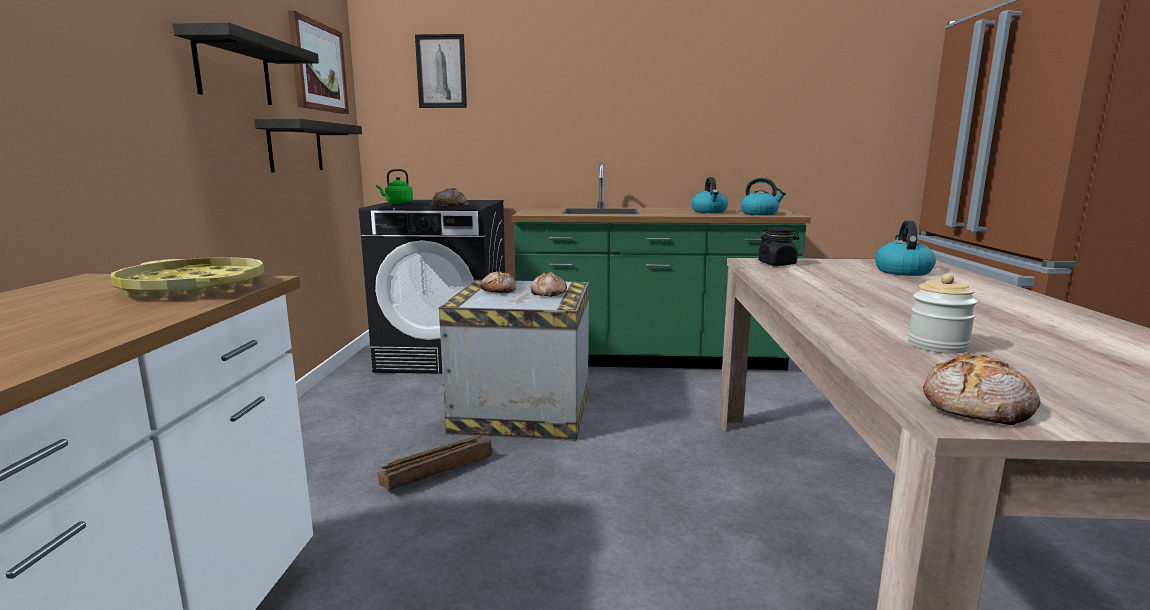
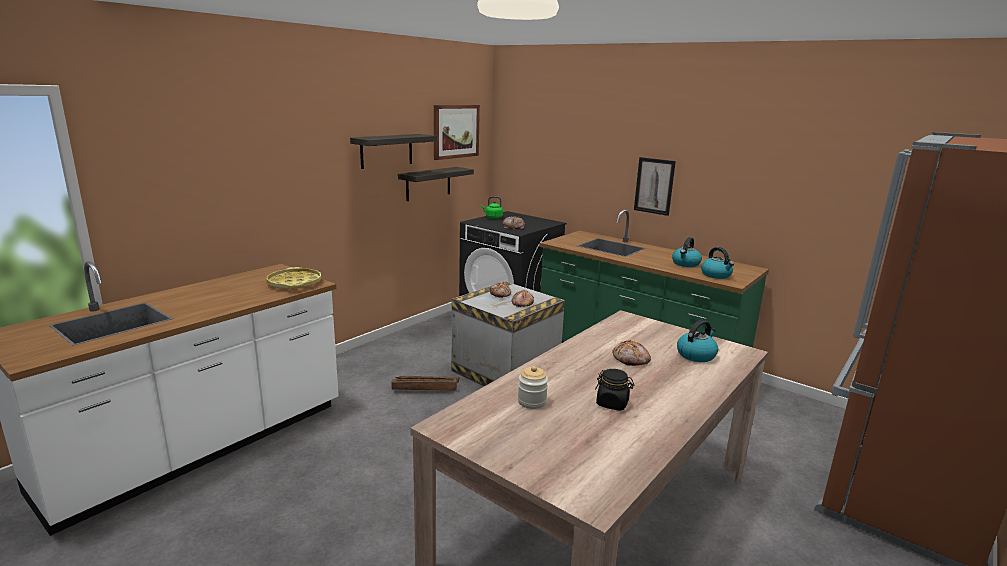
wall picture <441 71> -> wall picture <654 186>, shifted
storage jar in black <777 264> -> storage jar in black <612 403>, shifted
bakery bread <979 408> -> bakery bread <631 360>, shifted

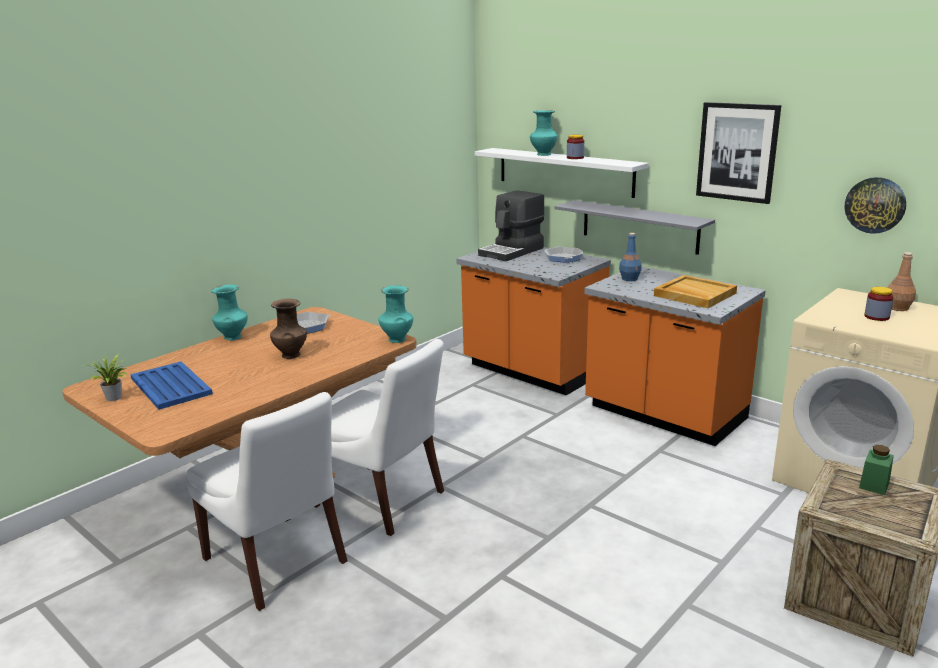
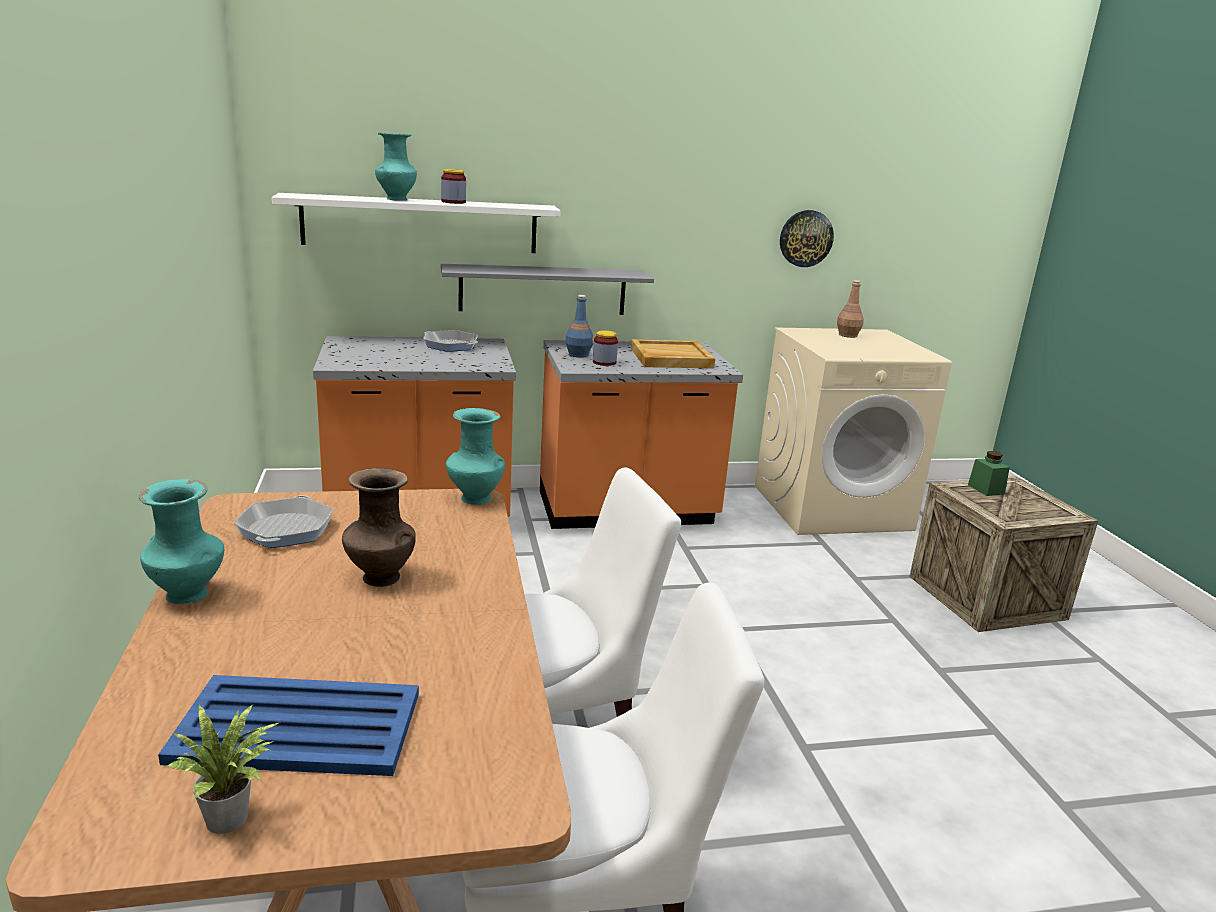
wall picture <737 152> -> none
coffee machine <512 251> -> none
storage jar <876 317> -> storage jar <604 362>, shifted

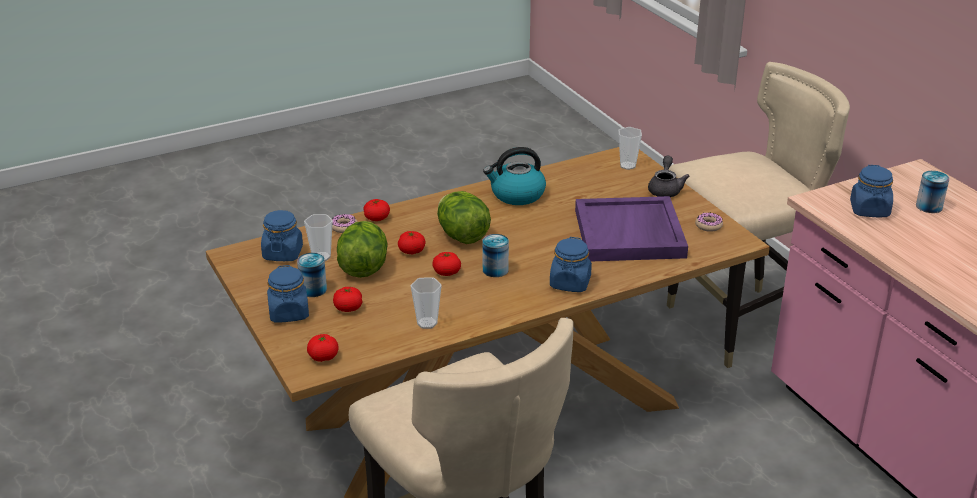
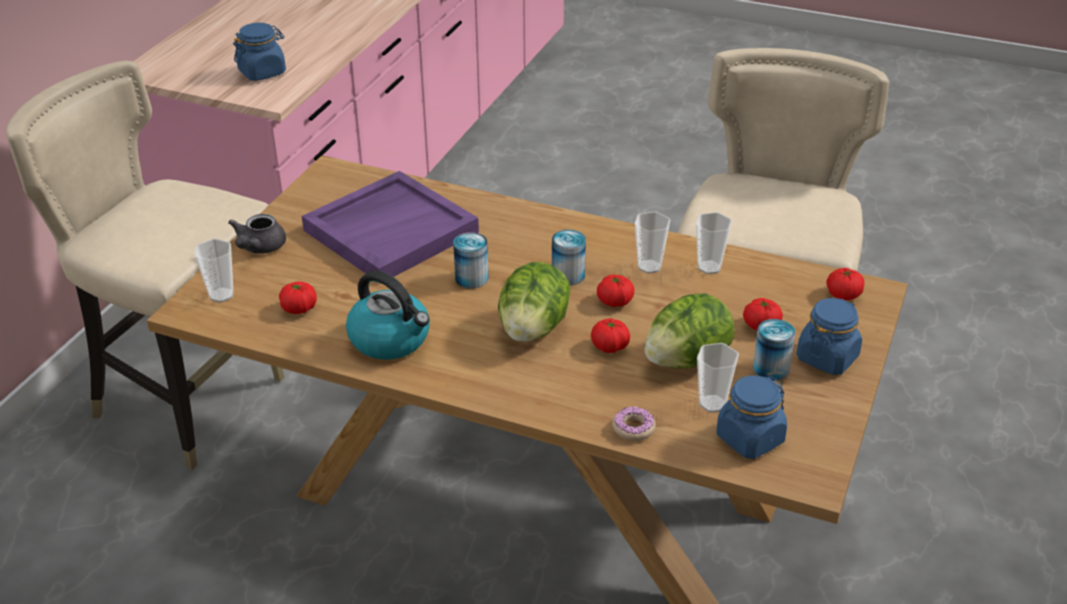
pot for tea in gray <665 189> -> pot for tea in gray <259 248>, 45 degrees counterclockwise
sealed can <929 206> -> sealed can <471 278>, shifted
whole tomato <377 218> -> whole tomato <299 308>, shifted
donut <708 225> -> none
storage jar in blue <570 283> -> none
none -> drinking cup <649 267>

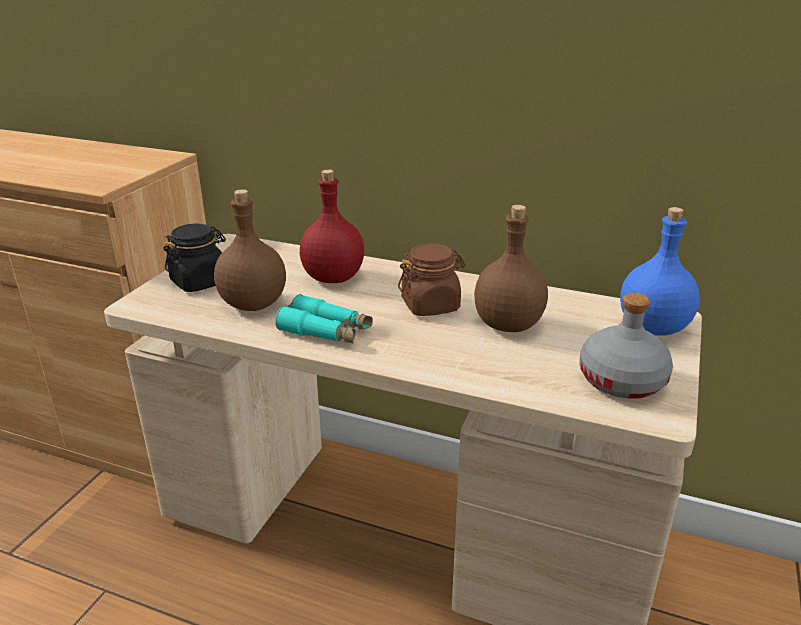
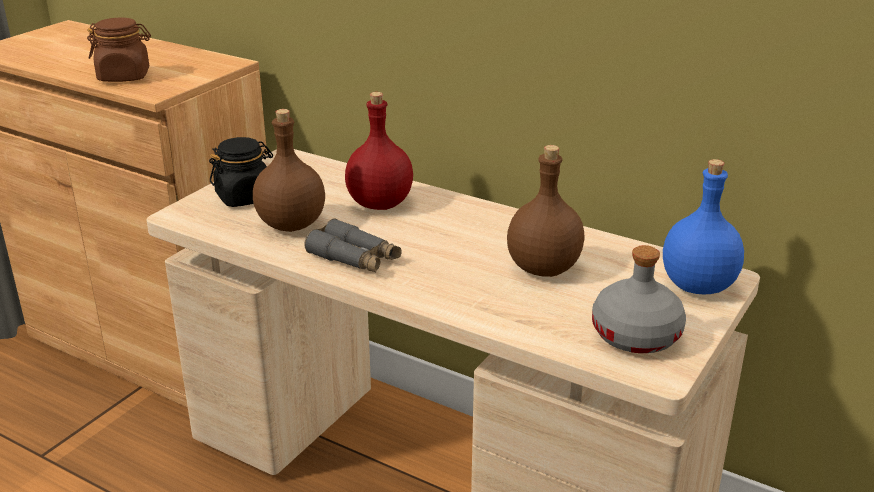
storage jar in brownish <431 305> -> storage jar in brownish <124 76>, shifted
binoculars in turquoise <325 331> -> binoculars in gray <354 258>

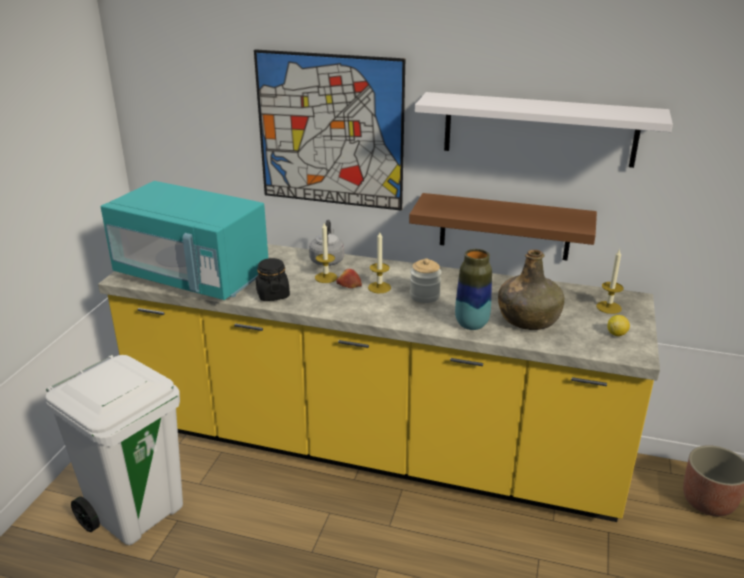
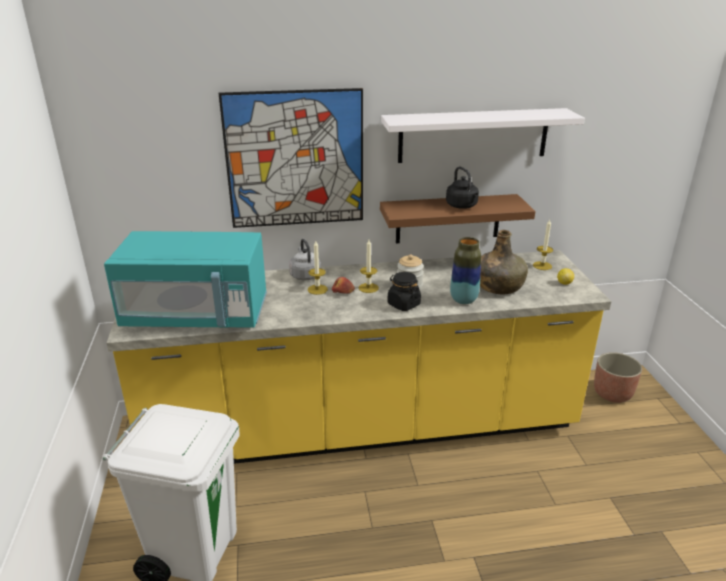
storage jar in black <273 294> -> storage jar in black <403 304>, shifted
none -> kettle in black <462 206>

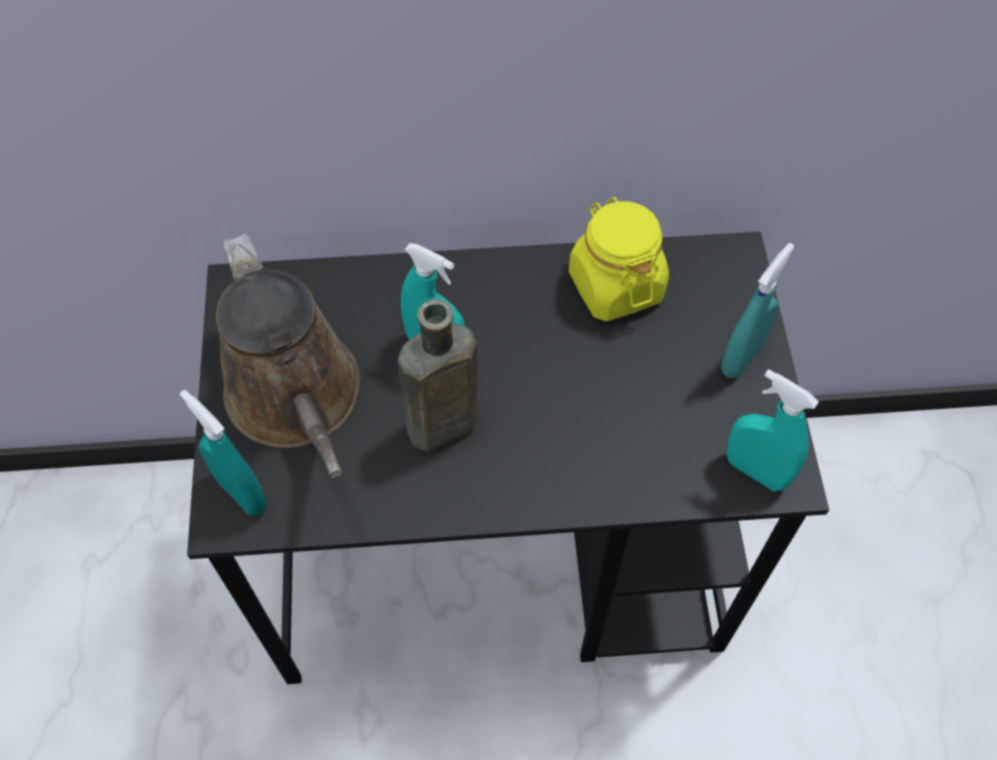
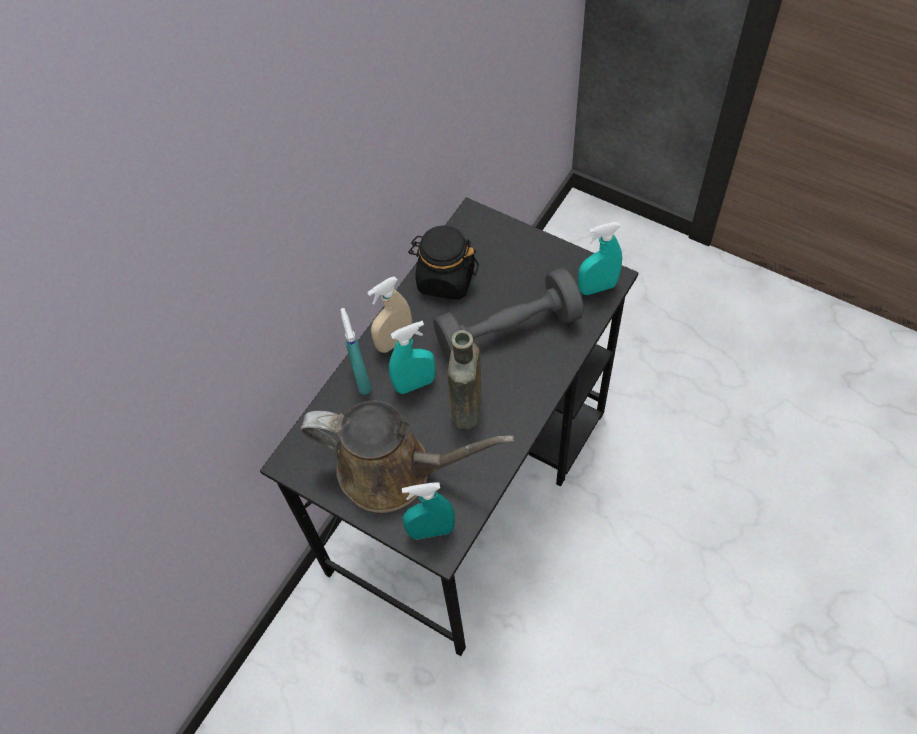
storage jar in yellowish <615 285> -> storage jar in black <445 279>
spray bottle in turquoise <741 357> -> spray bottle in turquoise <361 379>, shifted
none -> free weight in gray <508 332>
none -> spray bottle in beige-coloured <394 341>

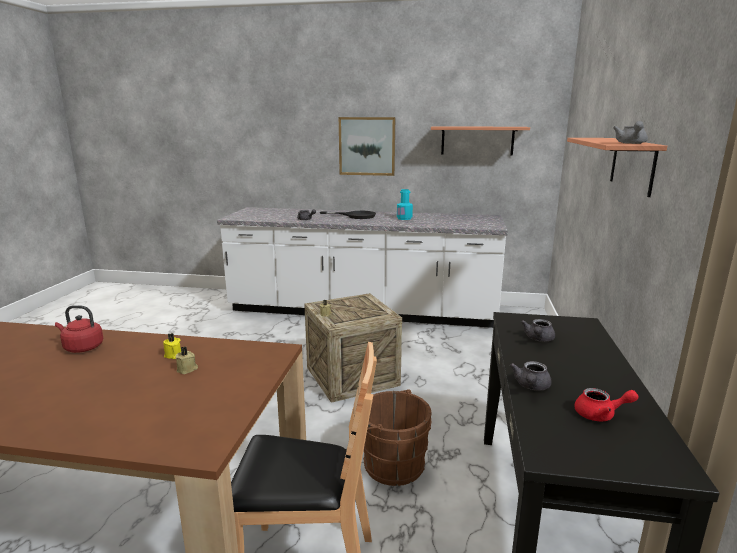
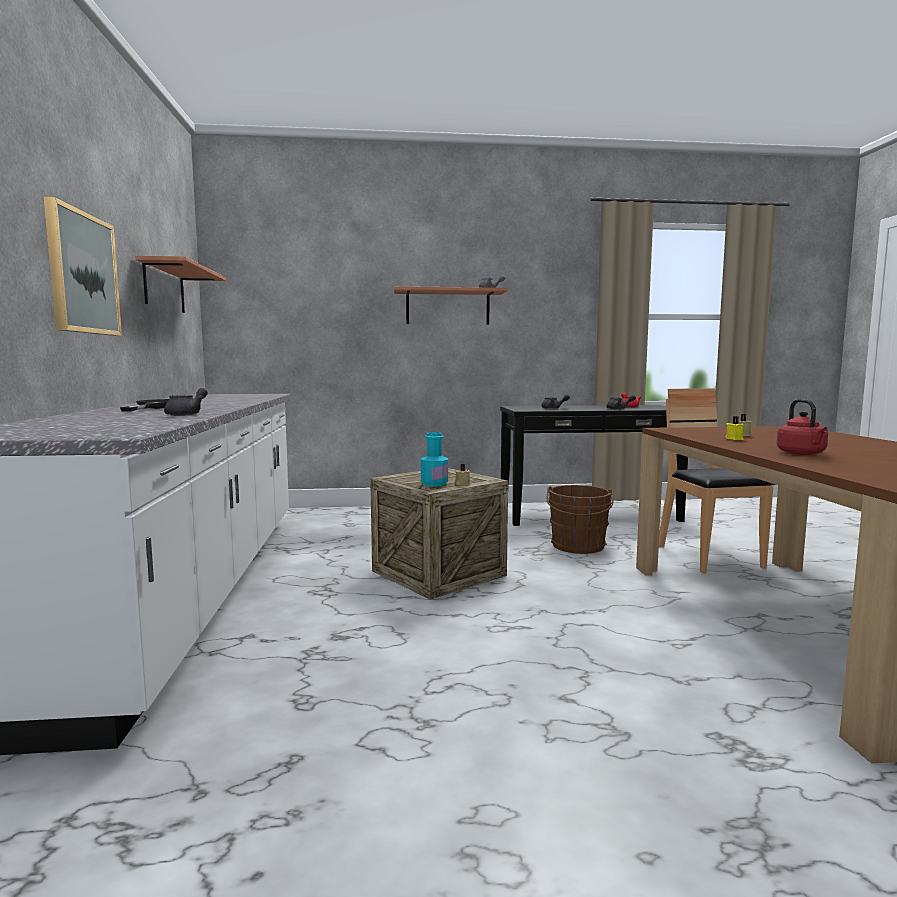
beverage bottle in turquoise <404 218> -> beverage bottle in turquoise <434 484>, shifted

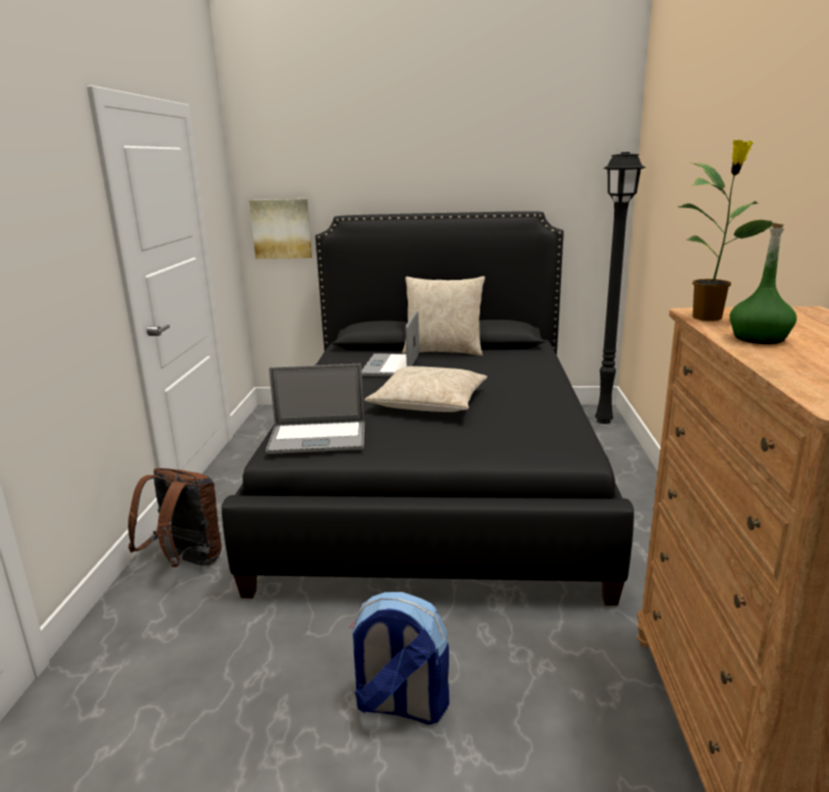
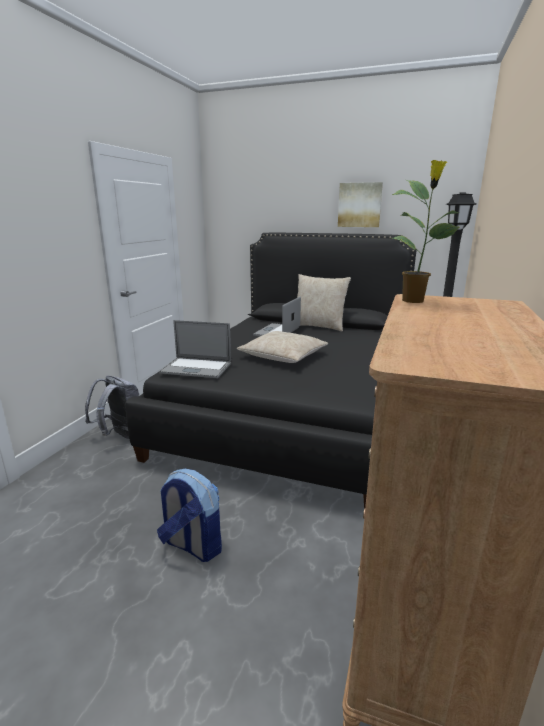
wall picture <281 228> -> wall picture <359 205>, shifted
beverage bottle in green <759 338> -> none
rucksack in brownish <186 562> -> rucksack in gray <120 435>

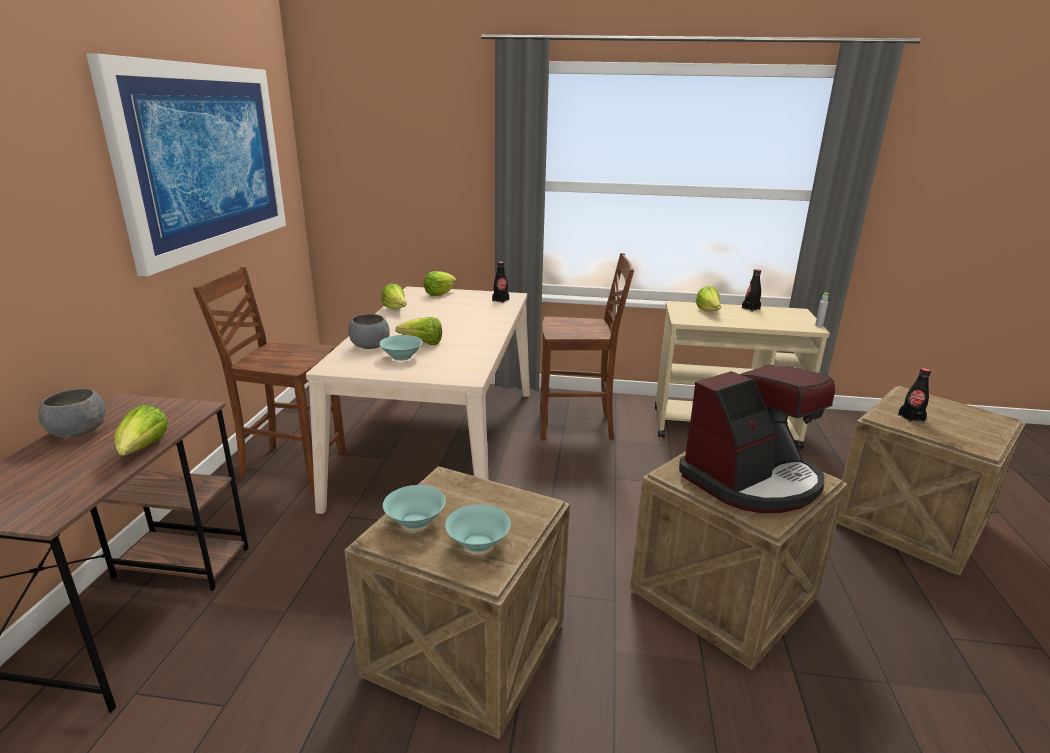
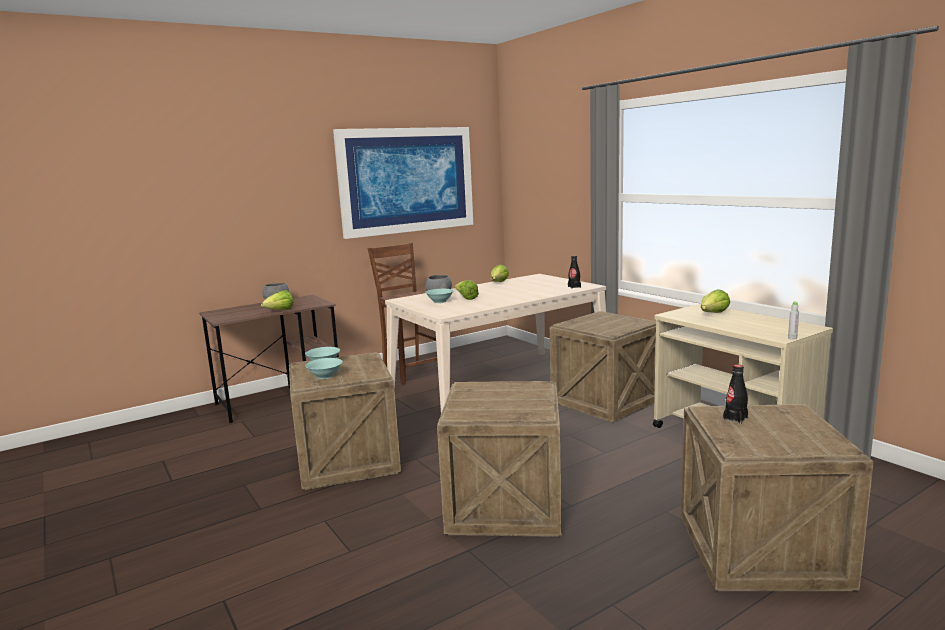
plain chair in brownish <577 426> -> packing crate <606 402>
beverage bottle in black <750 308> -> none
head of lettuce <439 294> -> none
coffee machine <752 480> -> none

